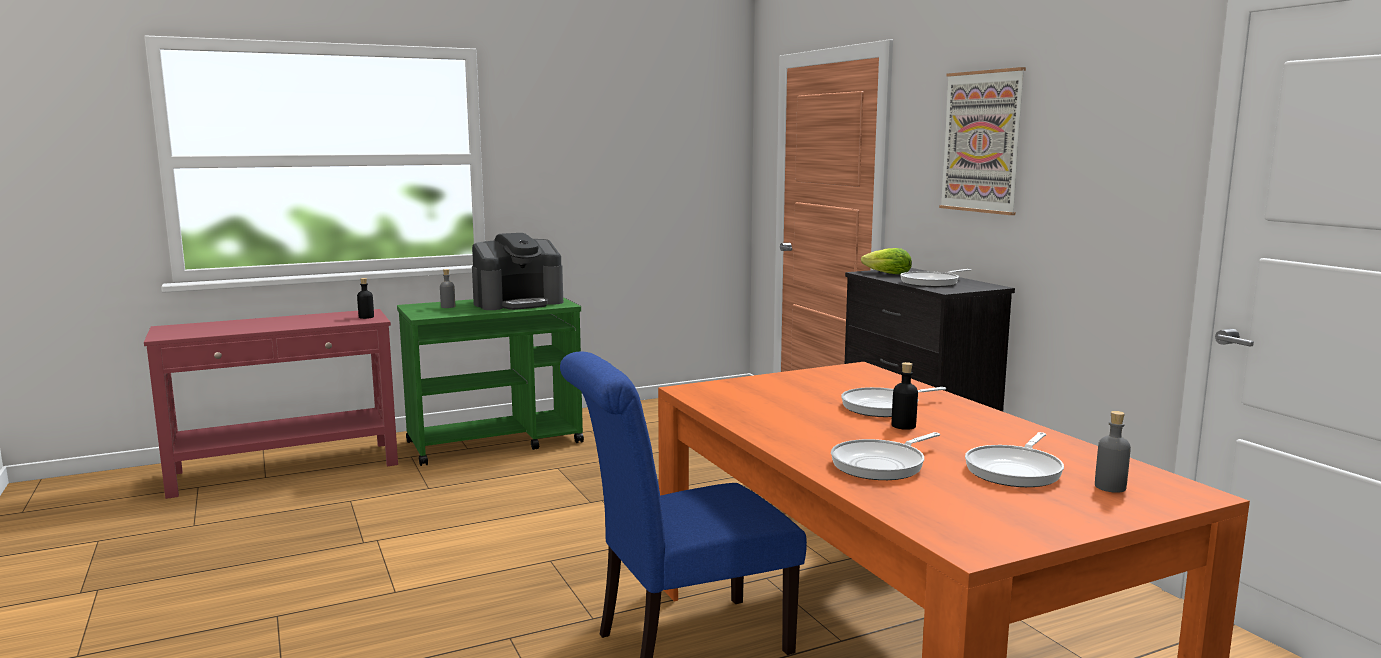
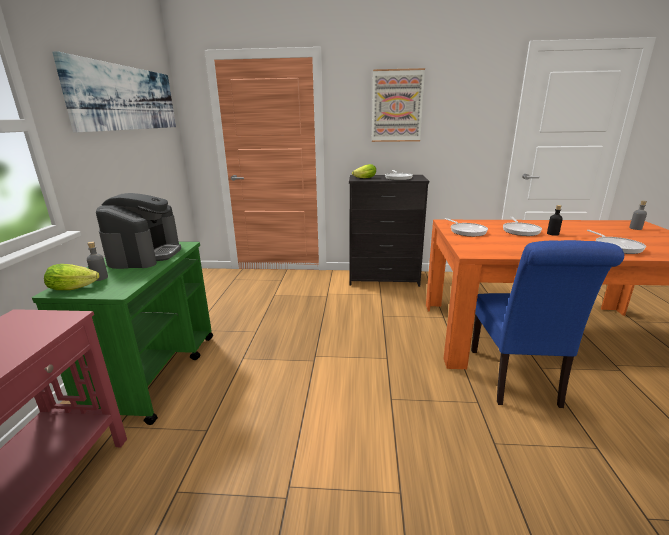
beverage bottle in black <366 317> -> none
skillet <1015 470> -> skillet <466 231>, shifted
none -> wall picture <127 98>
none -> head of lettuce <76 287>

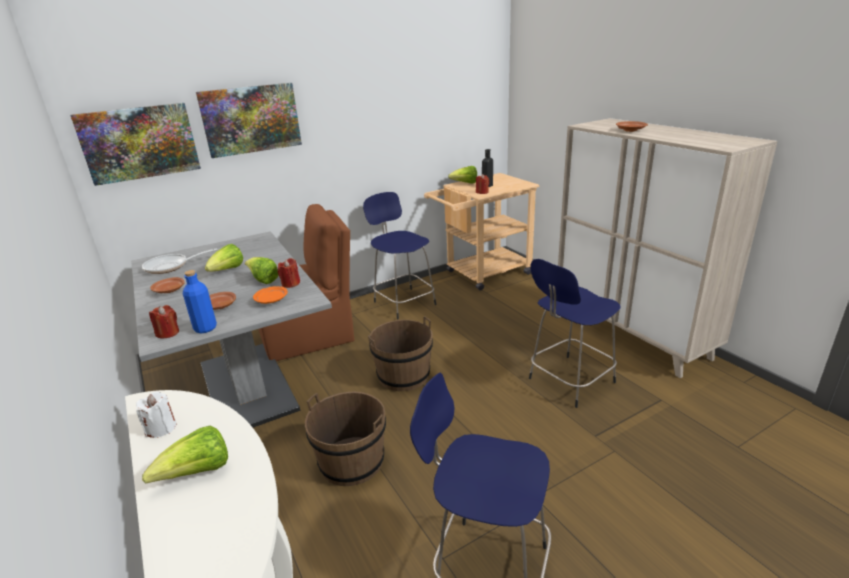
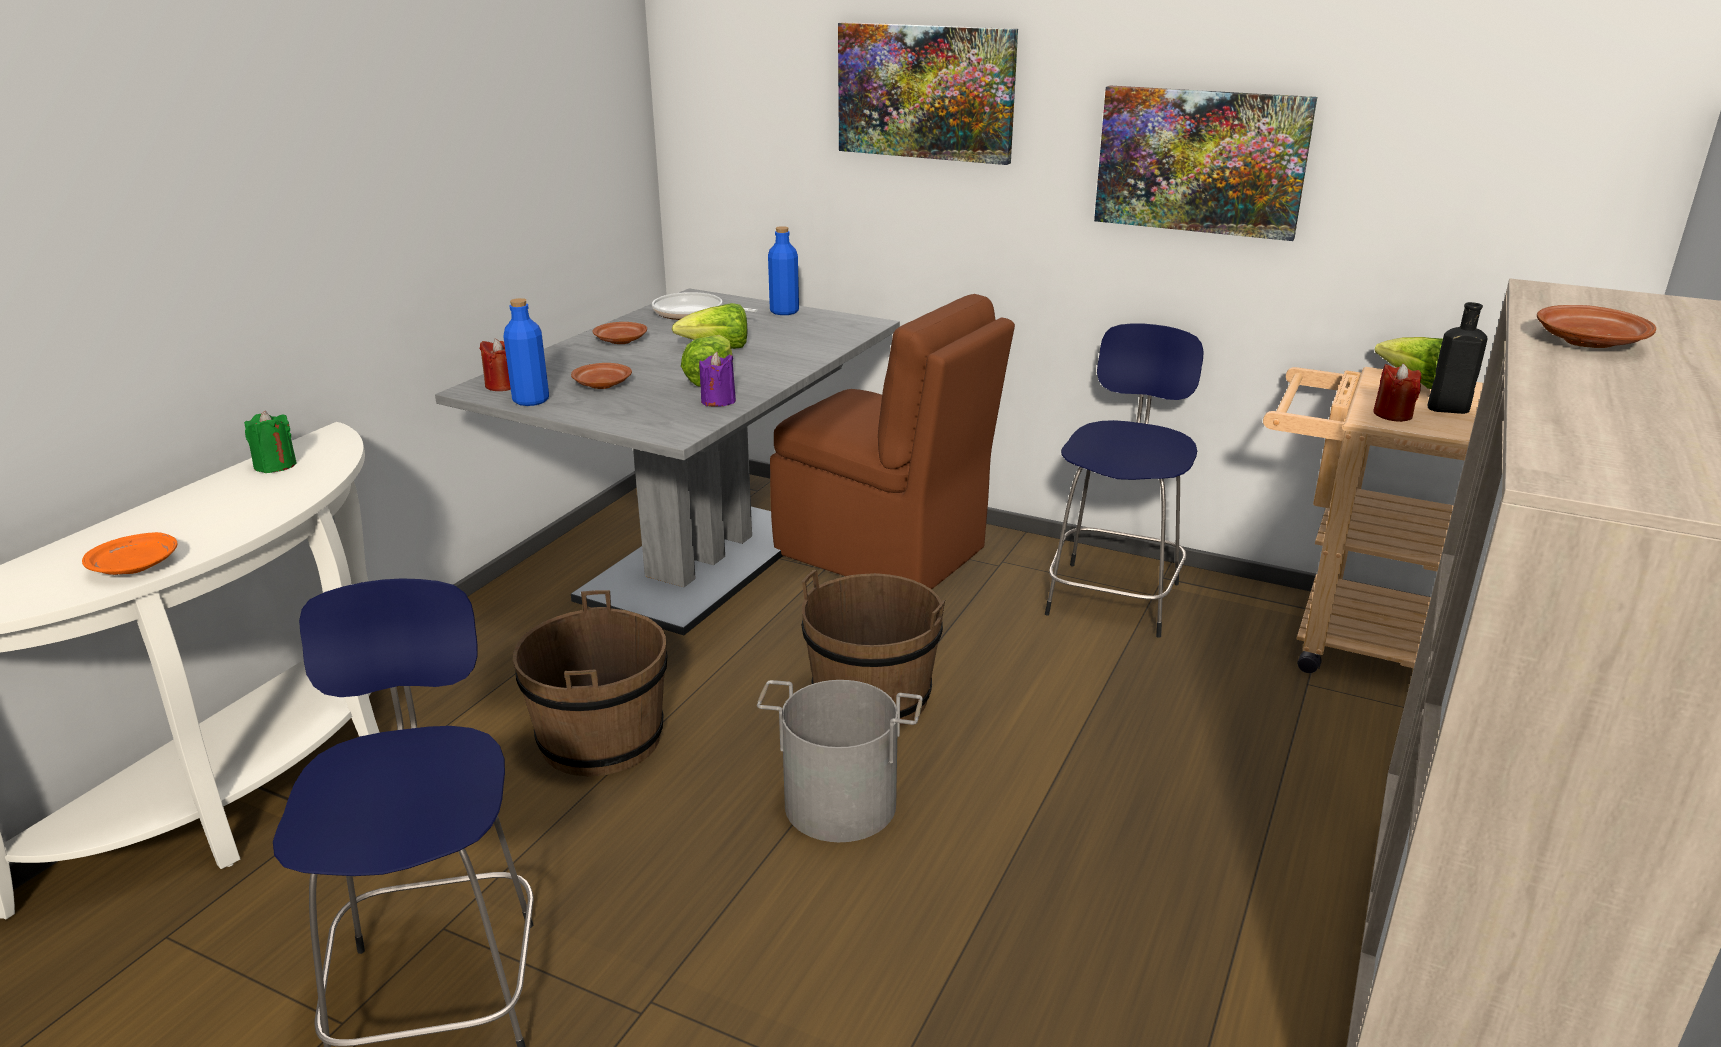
wall picture <139 143> -> wall picture <1201 161>, shifted
wax light in red <290 284> -> wax light in purplish <718 401>
stool in blue <569 381> -> none
flat dish in orange-coloured <271 300> -> flat dish in orange-coloured <136 566>, shifted
wax light in whitish <161 428> -> wax light in green <275 465>
head of lettuce <198 473> -> none
none -> beverage bottle in blue <784 311>
none -> pail in gray <840 805>

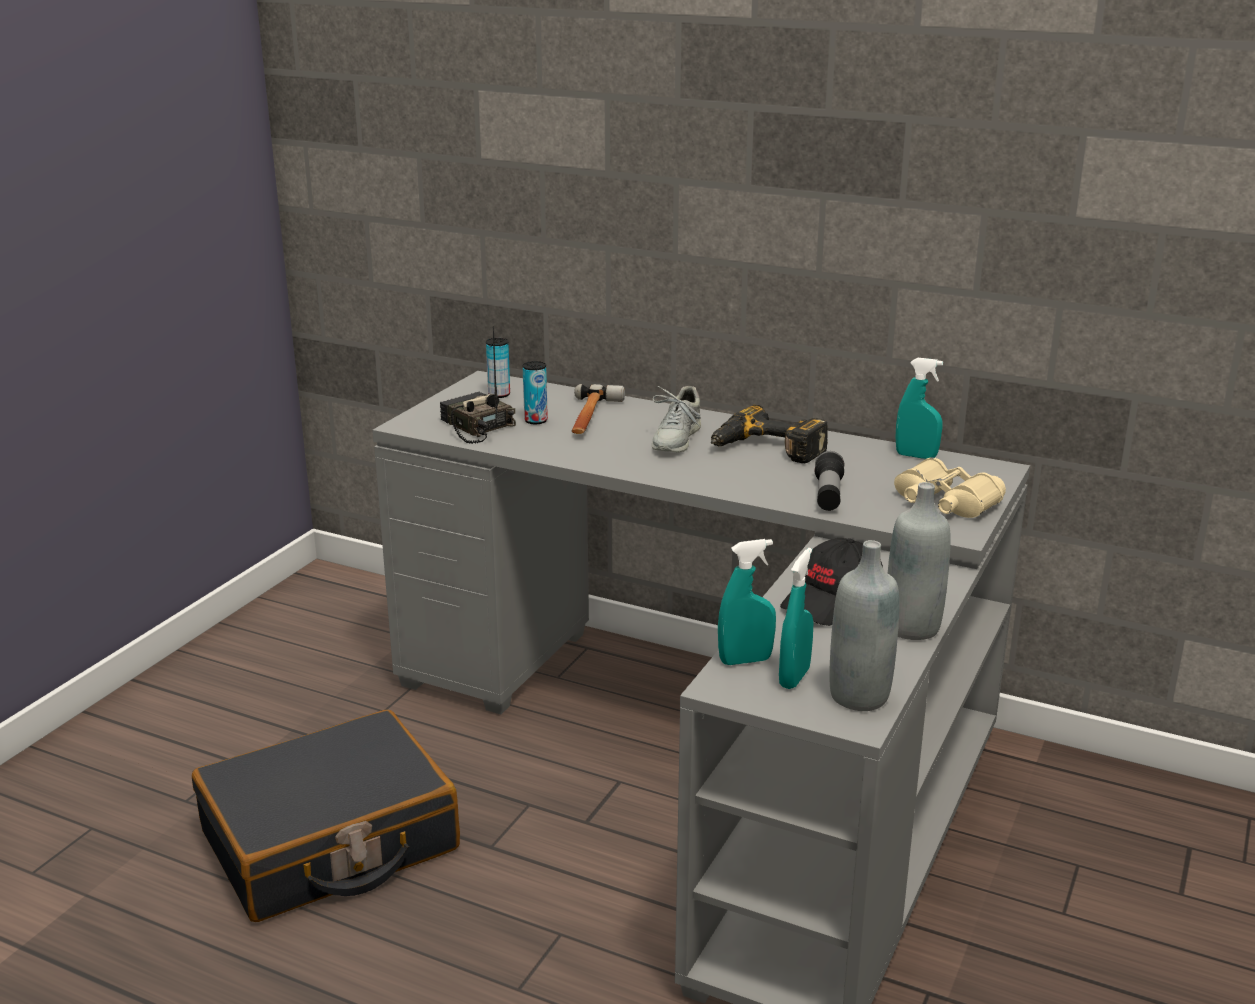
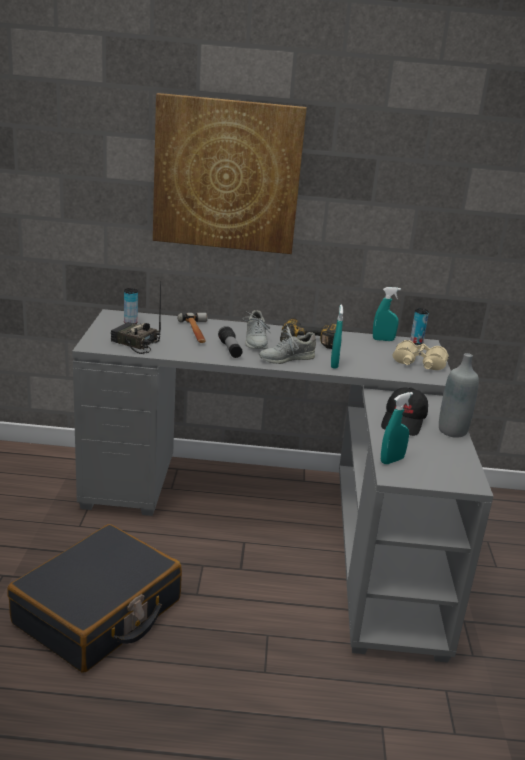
sealed can <536 421> -> sealed can <416 342>, shifted
torch <828 495> -> torch <230 350>, shifted
beverage bottle in gray <859 696> -> none
spray bottle in turquoise <794 677> -> spray bottle in turquoise <334 364>, shifted
none -> wall picture <227 175>
none -> item of footwear in gray <286 358>

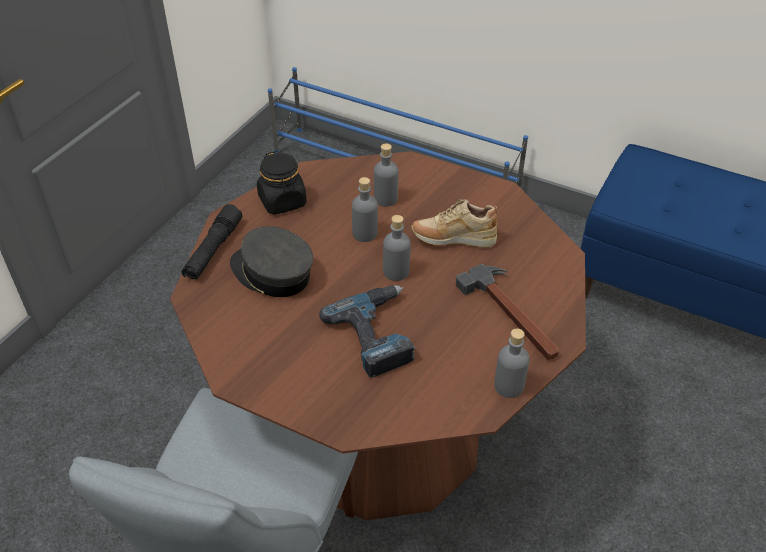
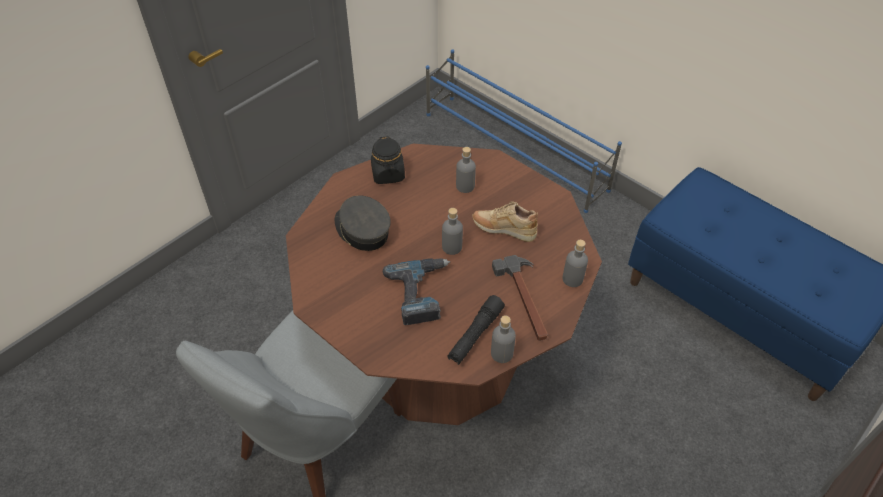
beverage bottle in gray <365 233> -> beverage bottle in gray <572 279>, shifted
torch in black <213 250> -> torch in black <475 335>, shifted

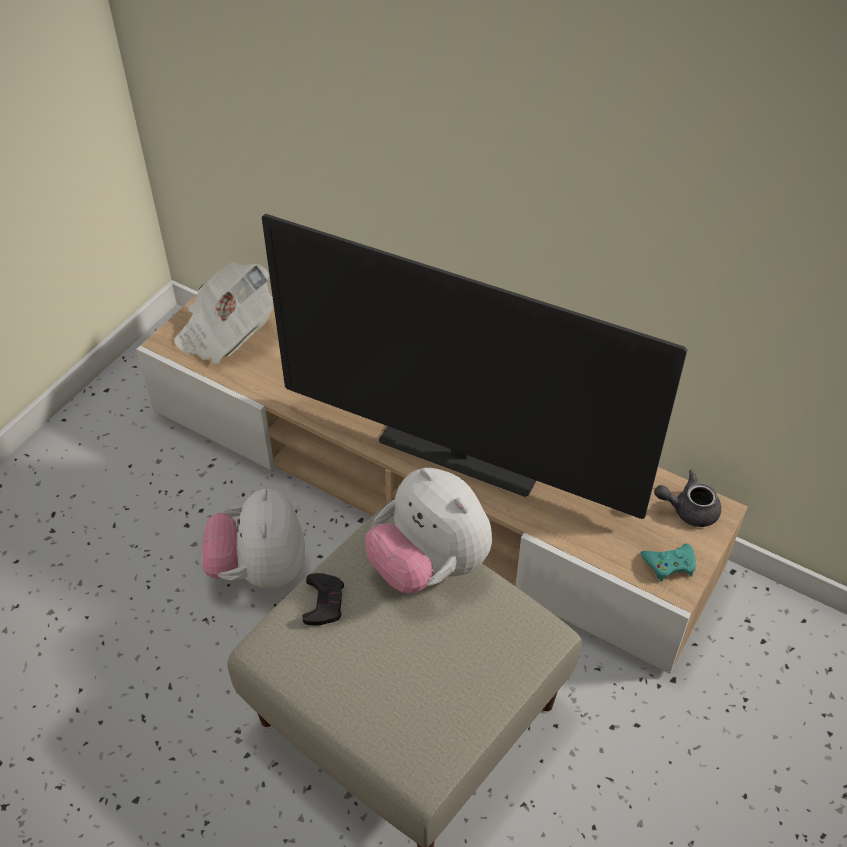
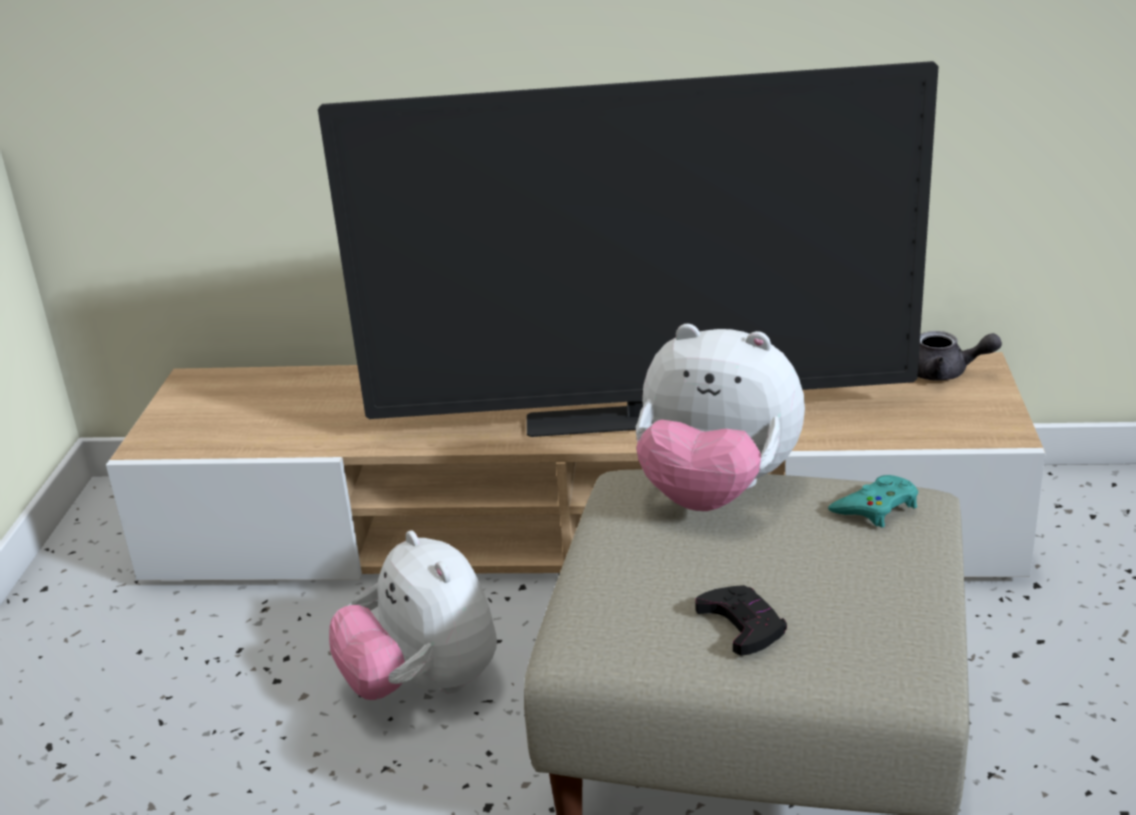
newspaper <226 333> -> none
pot for tea in gray <688 509> -> pot for tea in gray <945 373>, 135 degrees counterclockwise
game controller in turquoise <669 564> -> game controller in turquoise <876 507>, shifted
game controller in black <323 602> -> game controller in black <742 625>, shifted

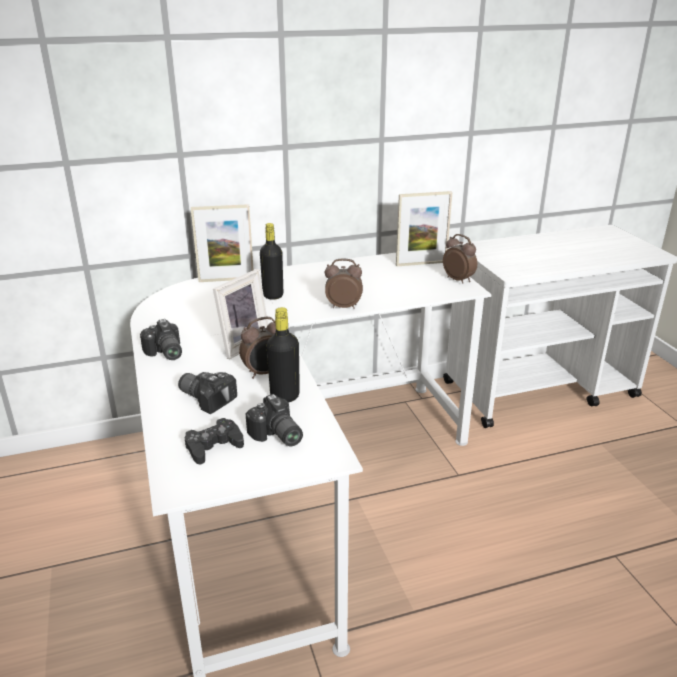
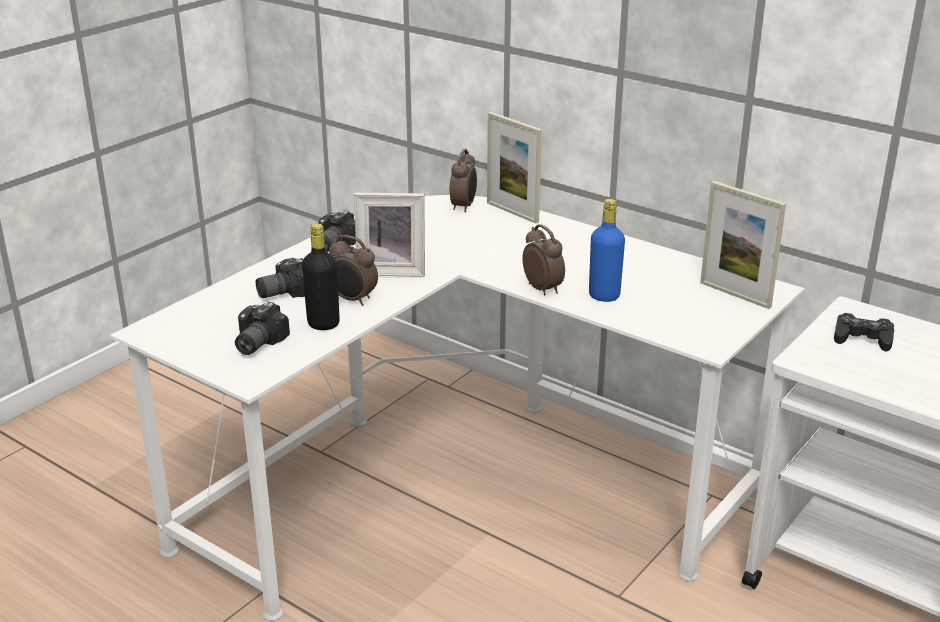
beverage bottle in black <273 295> -> none
table clock <458 280> -> table clock <464 206>, shifted
photo camera <208 397> -> photo camera <282 292>, 120 degrees counterclockwise
game controller in black <213 446> -> game controller in black <862 338>, shifted
none -> beverage bottle in blue <604 296>

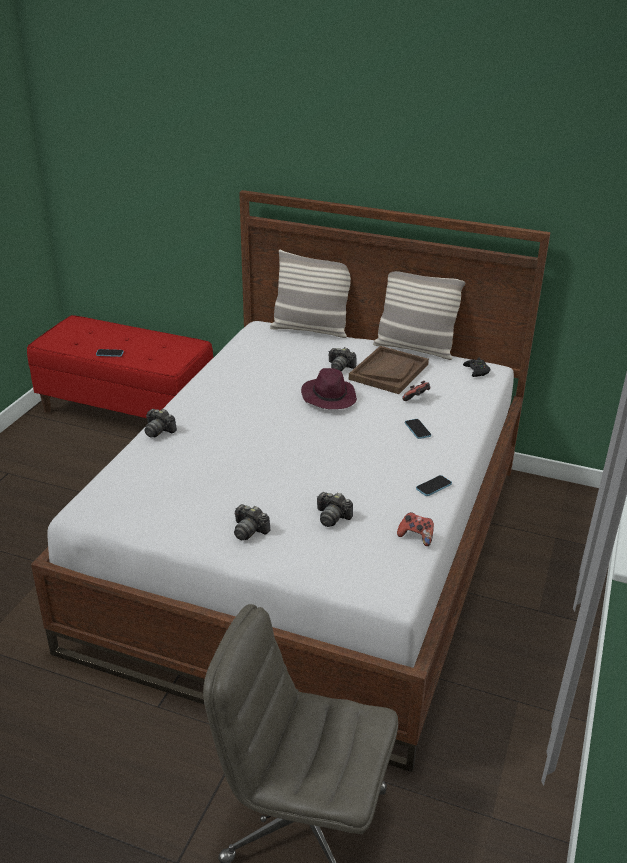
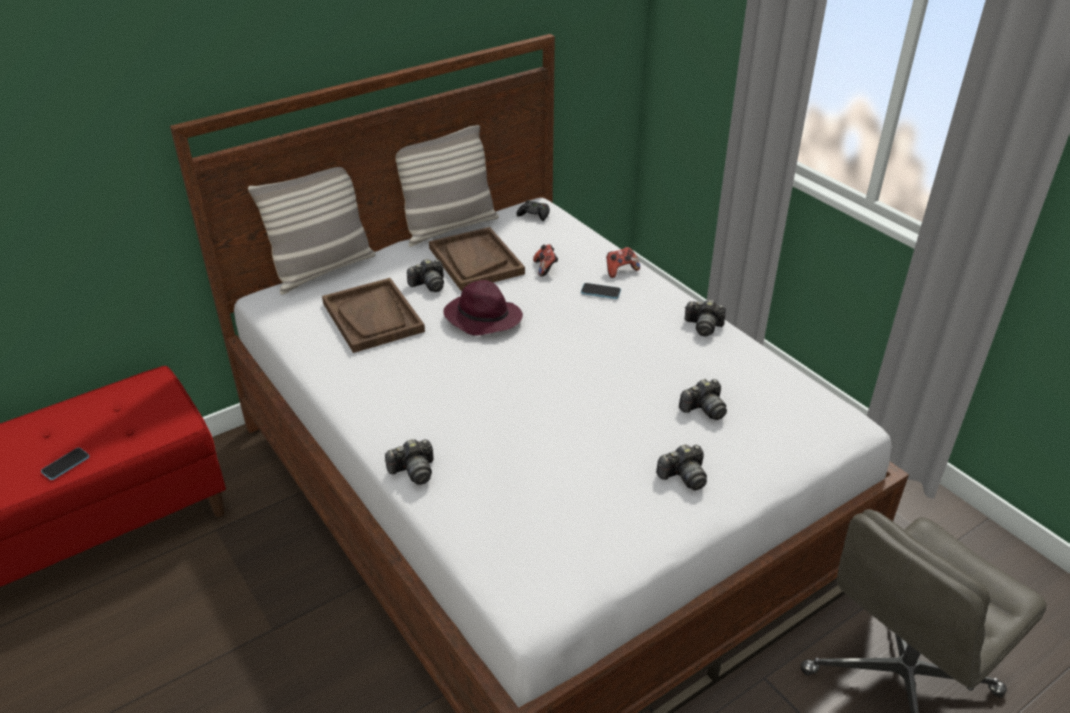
telephone <433 486> -> photo camera <703 326>
game controller <416 537> -> game controller <620 270>, shifted
none -> serving tray in brownish <373 317>

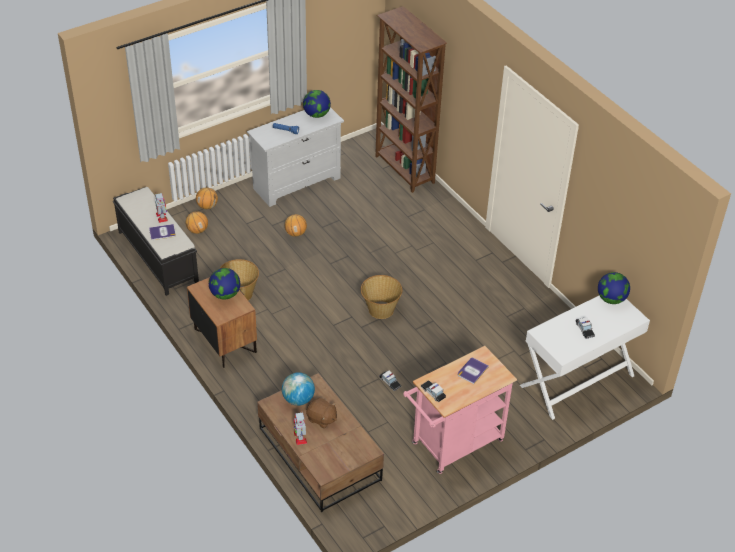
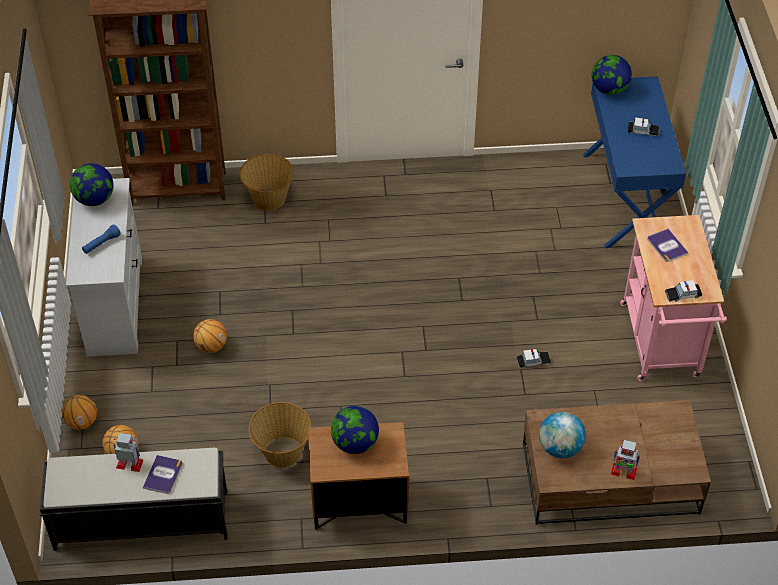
household basket <380 310> -> household basket <269 199>, shifted
desk in whitish <577 381> -> desk in blue <626 198>
plush toy in brownish <321 419> -> none

